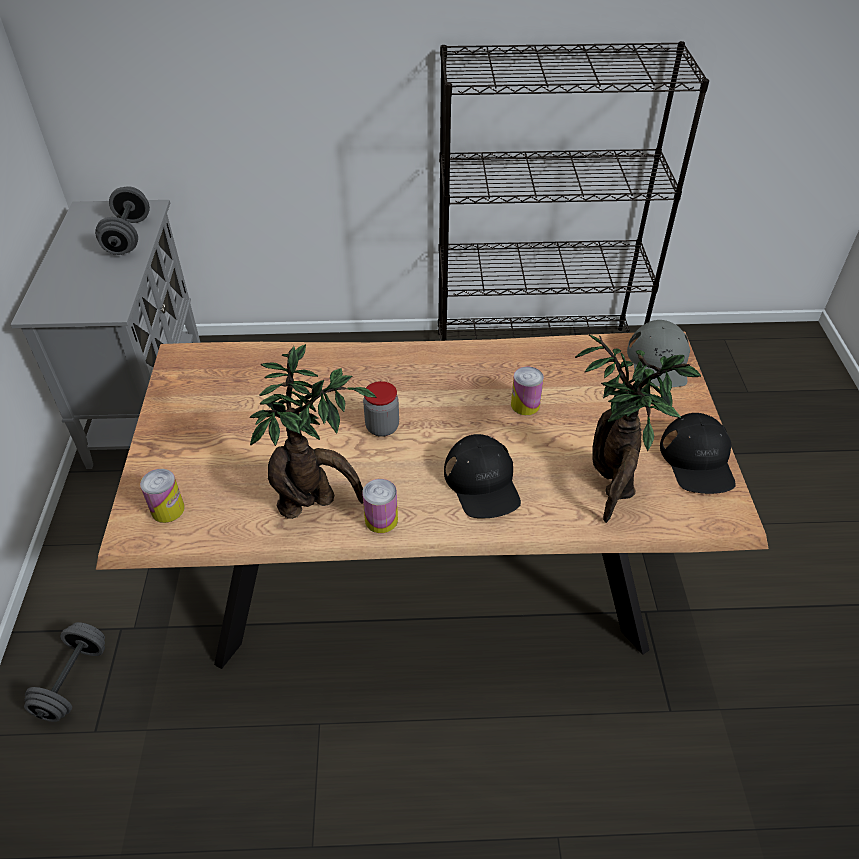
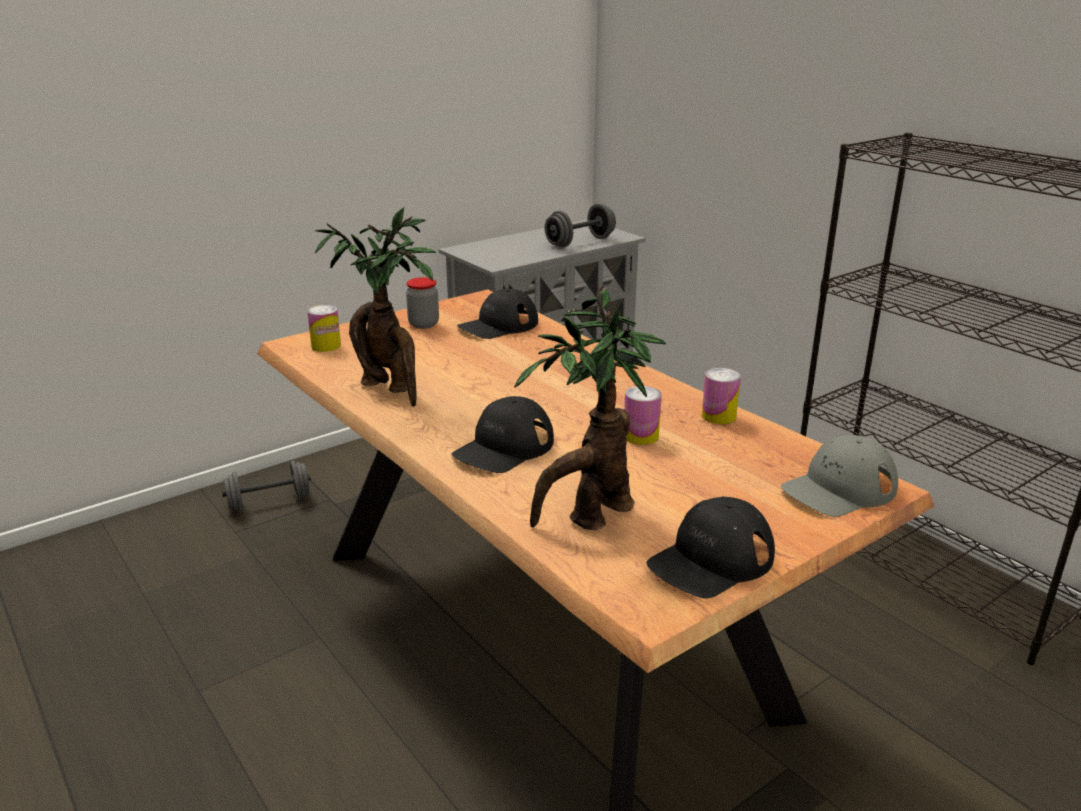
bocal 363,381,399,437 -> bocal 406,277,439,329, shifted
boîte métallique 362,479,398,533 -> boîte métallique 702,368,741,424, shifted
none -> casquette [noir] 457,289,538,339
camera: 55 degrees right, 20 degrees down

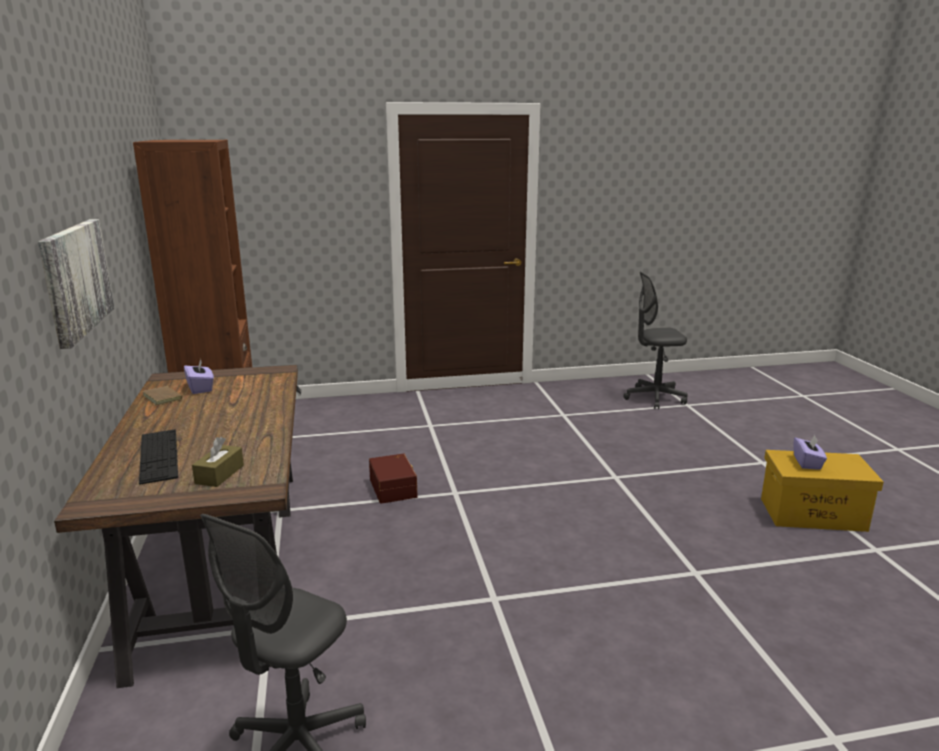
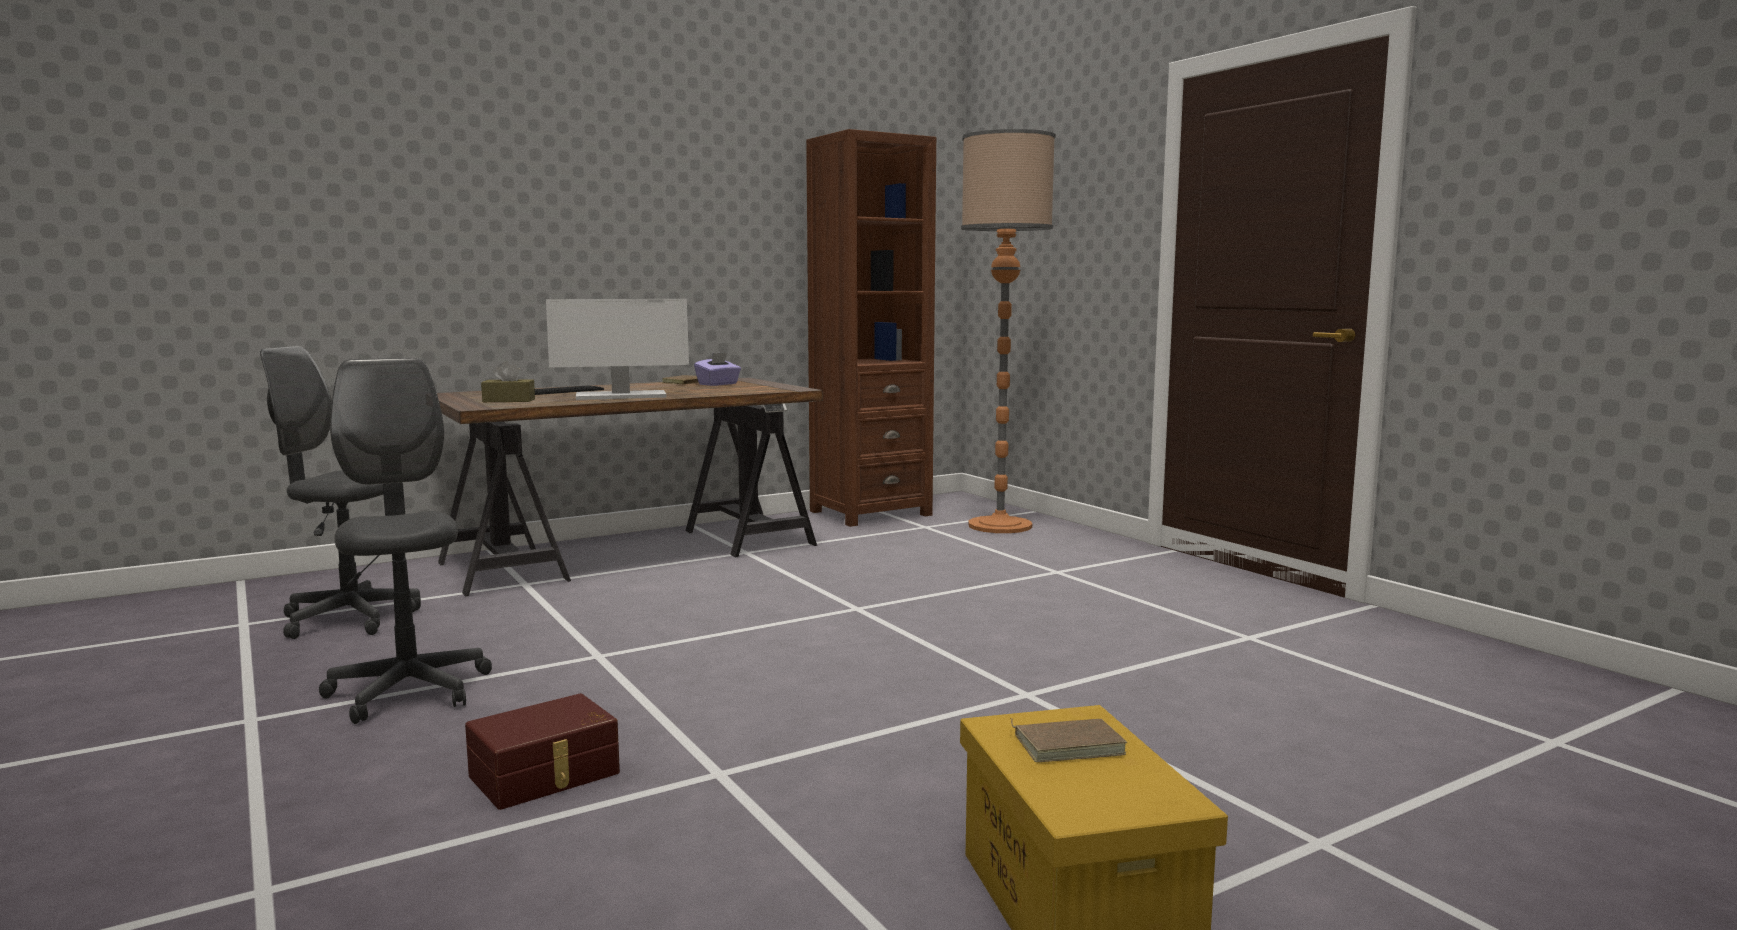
tableau 38,219,115,349 -> none
chaise de bureau [gris] 623,271,688,409 -> chaise de bureau [gris] 319,358,492,724, shifted
boîte à mouchoirs [violet] 793,435,827,470 -> livre [marron] 1010,718,1127,762
boîte de rangement [marron] 369,453,417,504 -> boîte de rangement [marron] 465,693,620,810, shifted
none -> lampadaire 961,129,1056,533
none -> écran d'ordinateur 546,299,689,400
camera: 70 degrees right, 10 degrees down

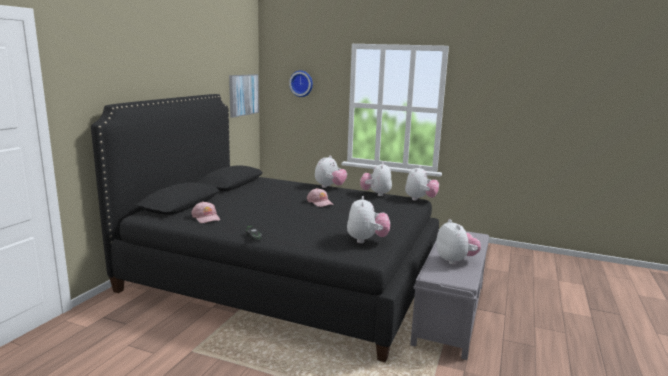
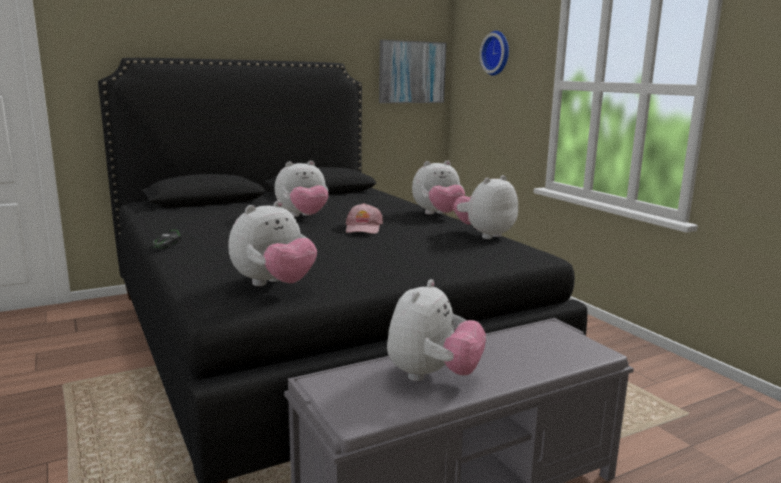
peluche 405,166,439,201 -> peluche 275,160,329,217, shifted
casquette [rose] 191,201,220,223 -> none
camera: 40 degrees right, 0 degrees up

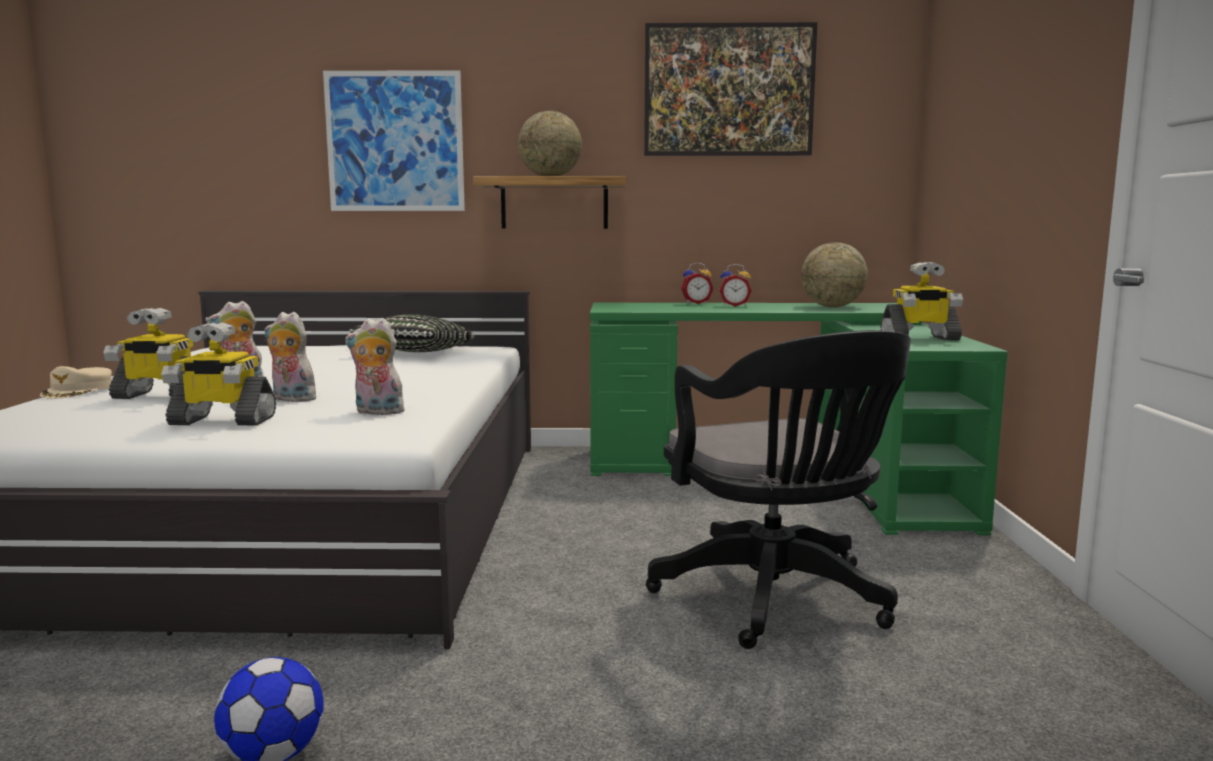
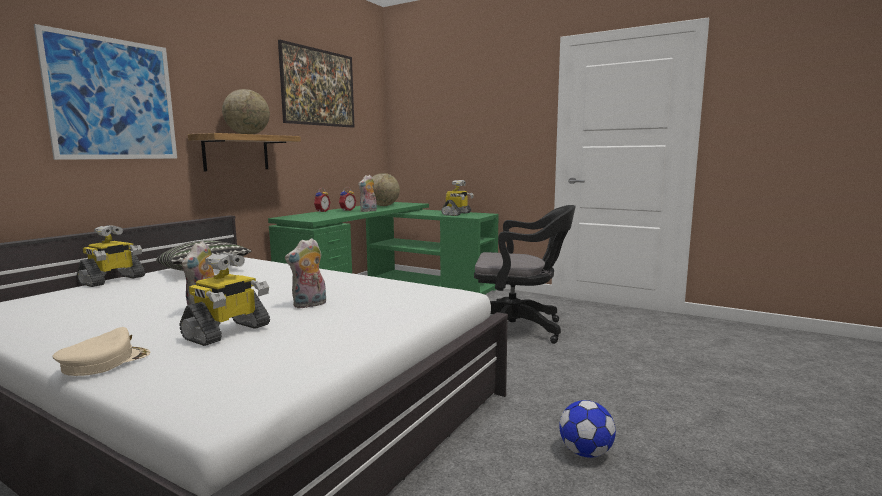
peluche 345,318,405,415 -> peluche 358,175,377,212, shifted
robot jouet 161,323,276,426 -> robot jouet 77,225,145,287, shifted
casquette [beige] 40,366,112,399 -> casquette [beige] 52,327,151,376, 90 degrees counterclockwise
camera: 60 degrees left, 0 degrees up

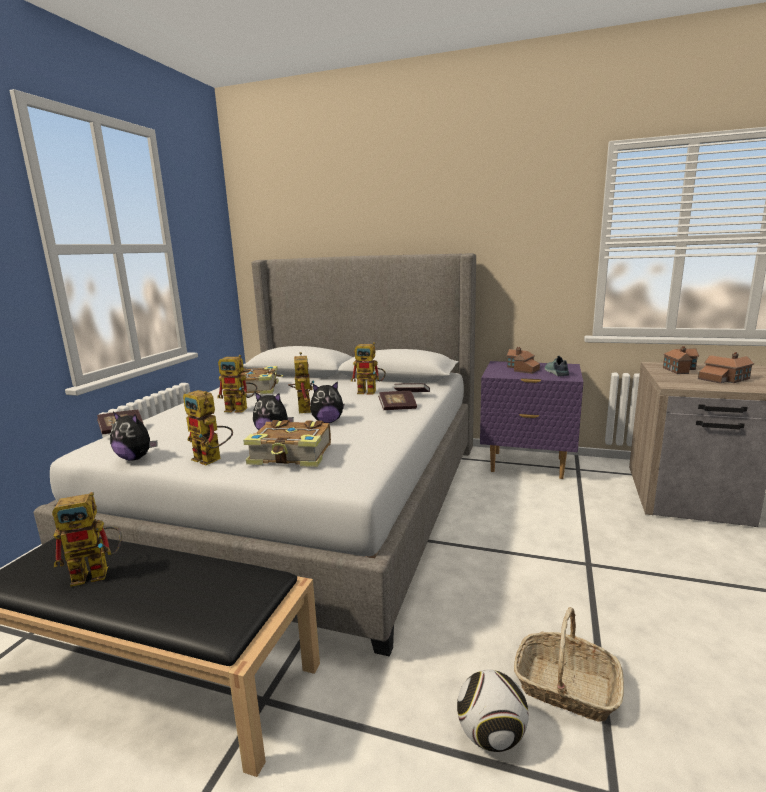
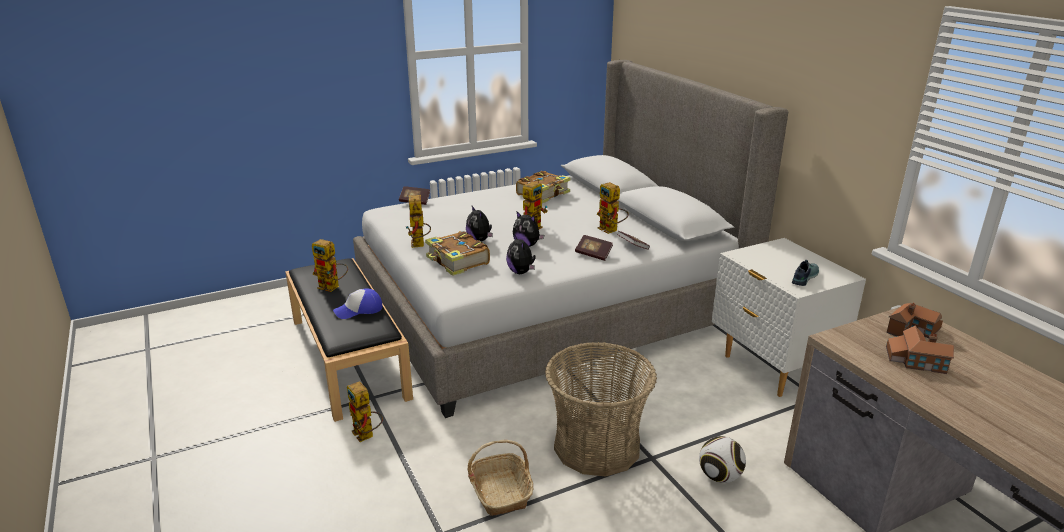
maison miniature 507,347,540,374 -> none
robot jouet 217,355,257,413 -> robot jouet 347,381,383,442, shifted
table de chevet [violet] 480,361,583,479 -> table de chevet [blanc] 712,238,866,397
peluche 110,412,158,461 -> peluche 506,234,536,274, shifted
ballon de foot 457,670,529,752 -> ballon de foot 699,436,746,483, shifted
none -> casquette 333,288,382,319
none -> panier 545,342,657,477
camera: 45 degrees right, 10 degrees up

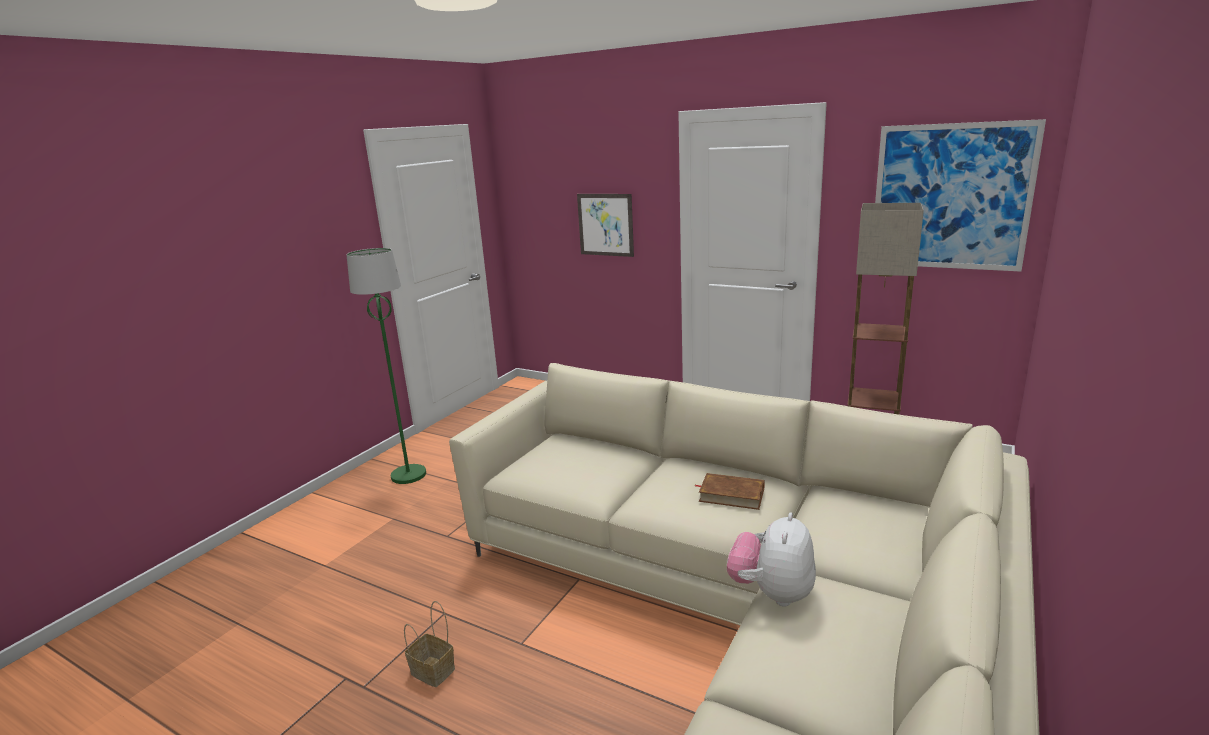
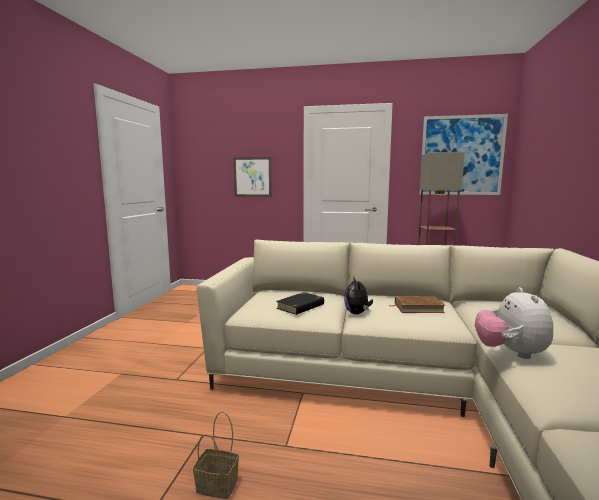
lampadaire [vert] 346,248,426,484 -> none
none -> peluche 344,276,373,314
none -> livre [noir] 276,292,324,315
camera: 20 degrees left, 10 degrees down

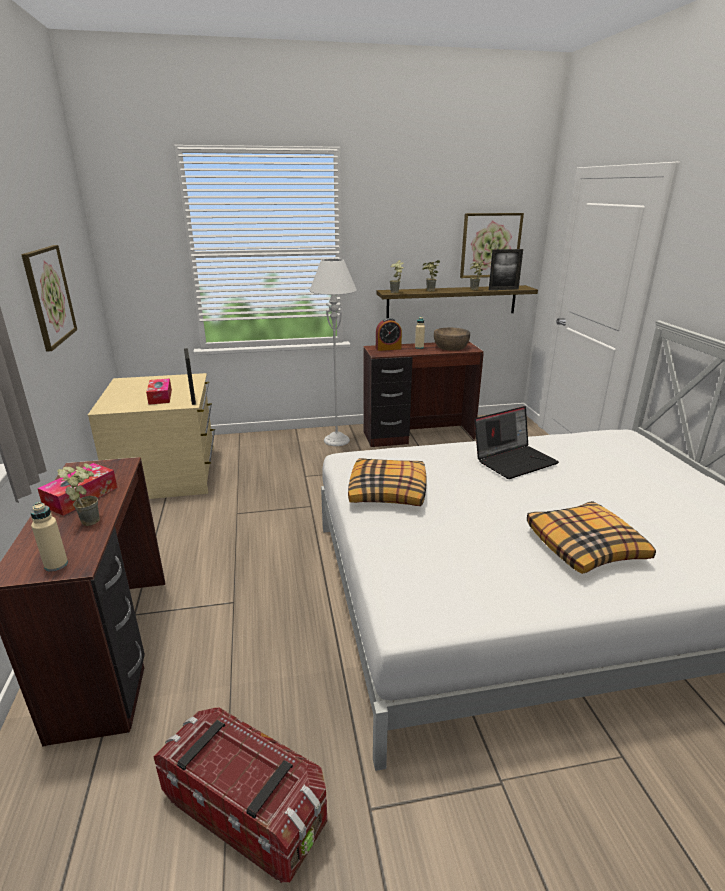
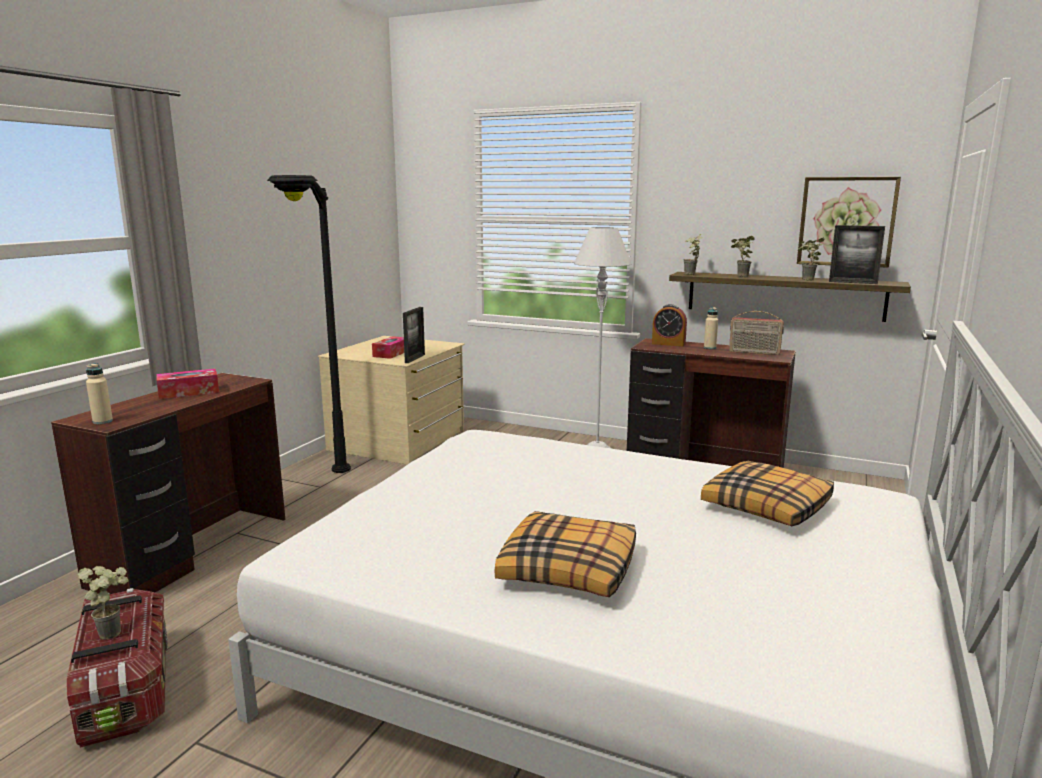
tableau 21,245,77,352 -> none
bol [marron] 434,328,470,351 -> radio 729,311,784,355
ordinateur portable 474,406,559,479 -> none
coussin 348,458,426,506 -> coussin 701,461,834,526, shifted
plante en pot 57,463,100,526 -> plante en pot 78,566,129,640, shifted
none -> lampadaire [noir] 267,175,351,473
camera: 35 degrees right, 10 degrees down

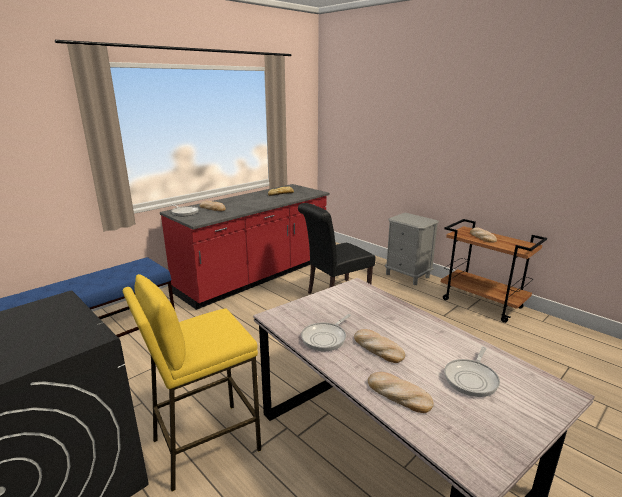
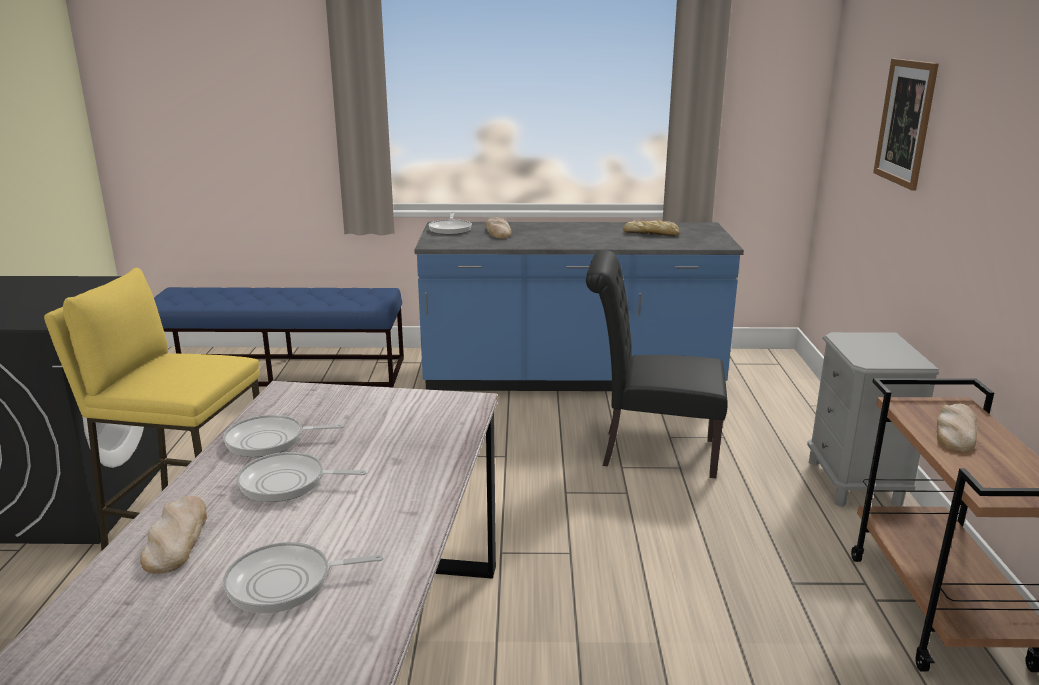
comptoir de cuisine [rouge] 160,184,329,310 -> comptoir de cuisine [bleu] 414,222,744,391
pain 354,329,405,363 -> poêle 237,452,367,502
none -> tableau 873,59,939,191
camera: 45 degrees right, 0 degrees up

